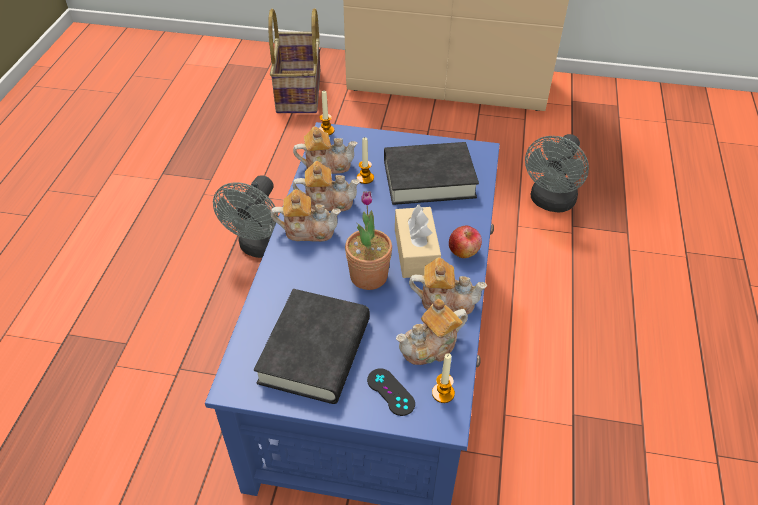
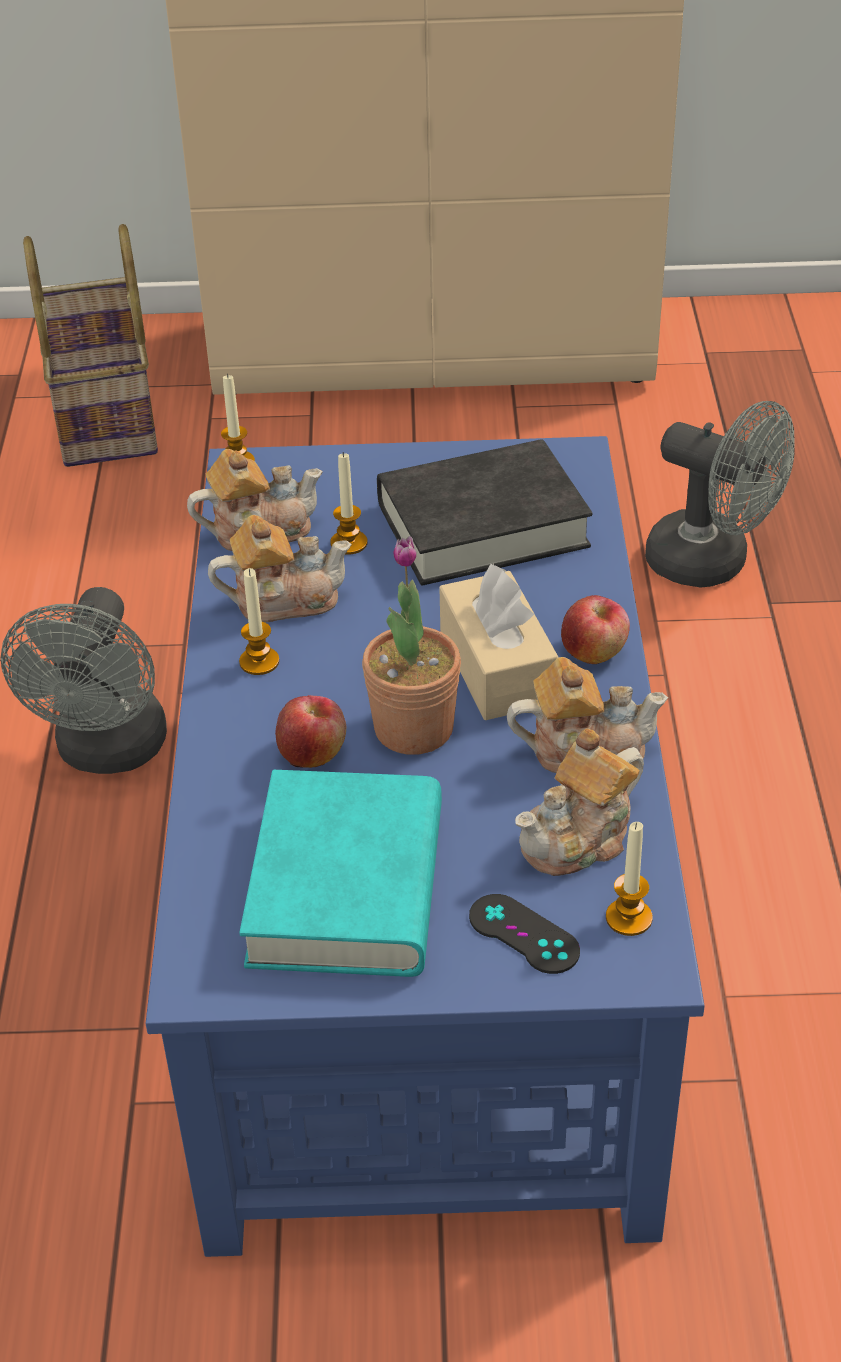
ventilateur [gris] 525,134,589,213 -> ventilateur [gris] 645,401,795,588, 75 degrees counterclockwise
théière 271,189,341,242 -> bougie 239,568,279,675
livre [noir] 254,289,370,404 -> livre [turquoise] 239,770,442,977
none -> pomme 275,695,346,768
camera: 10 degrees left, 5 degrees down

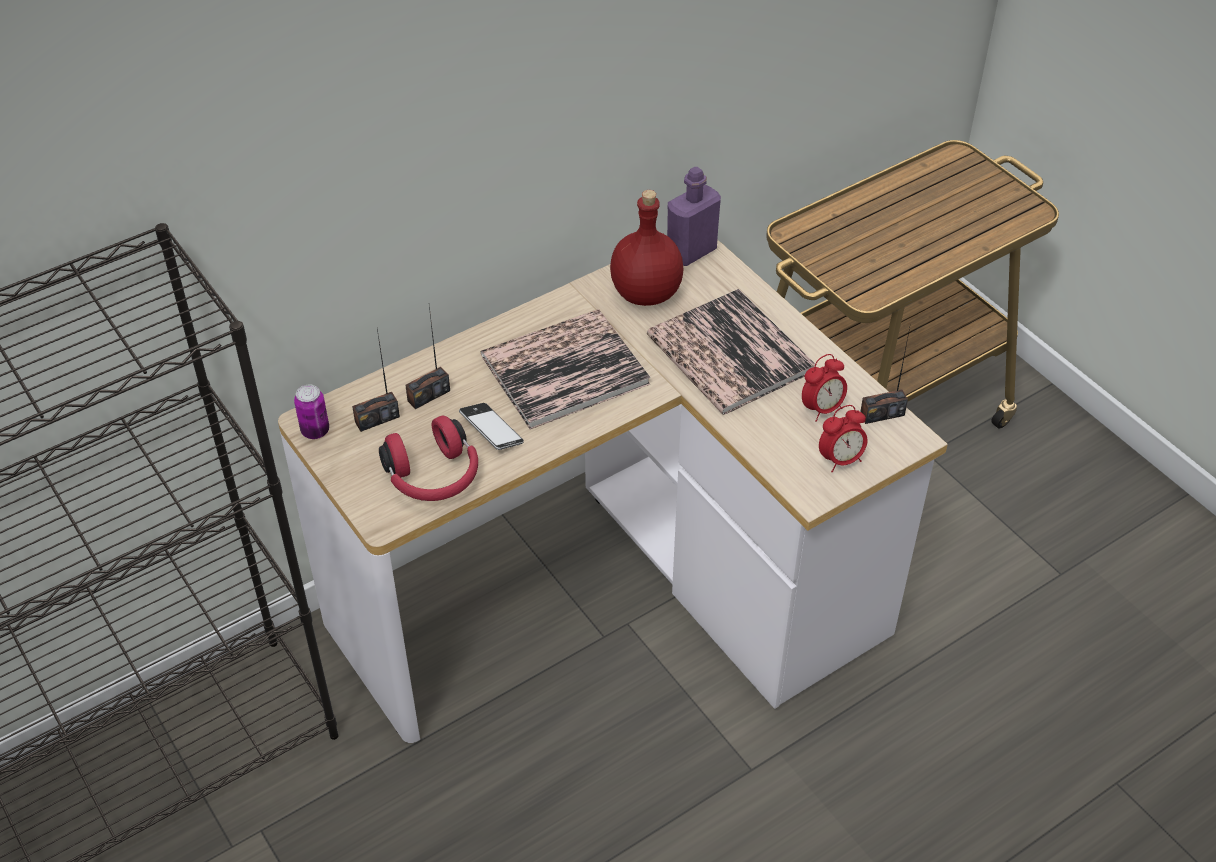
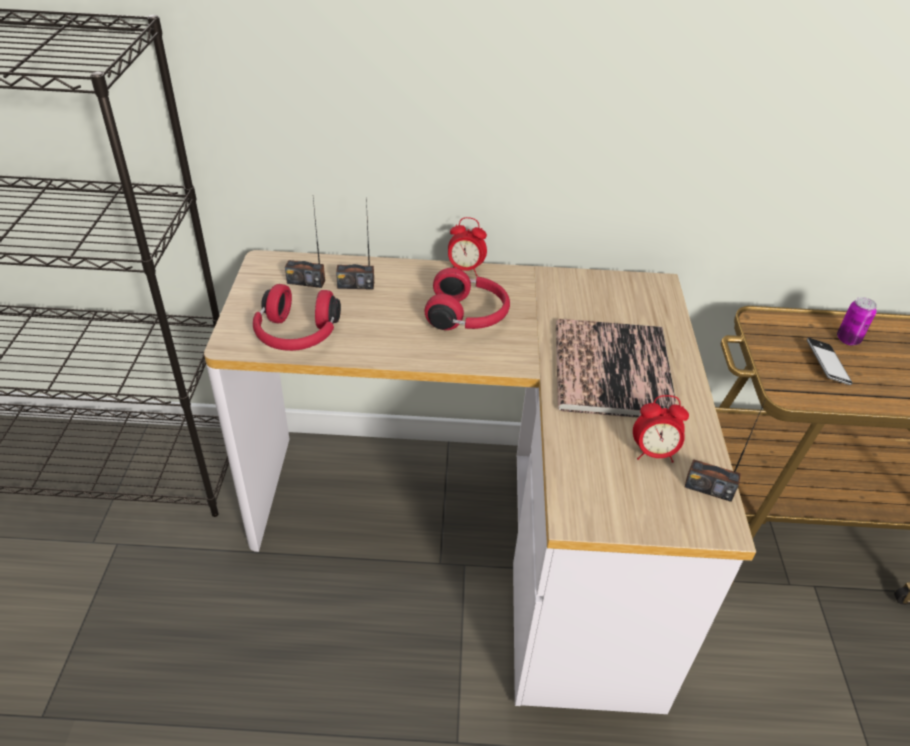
bouteille [violet] 667,167,721,266 -> none
bouteille [rouge] 610,190,684,306 -> none
livre 481,309,651,429 -> casque audio [rouge] 424,268,510,330
boîte métallique 294,385,329,439 -> boîte métallique 837,297,877,345, shifted
téléphone 459,403,524,450 -> téléphone 807,338,853,385, shifted
réveil 819,405,868,473 -> réveil 448,217,487,276, shifted
camera: 35 degrees right, 5 degrees down

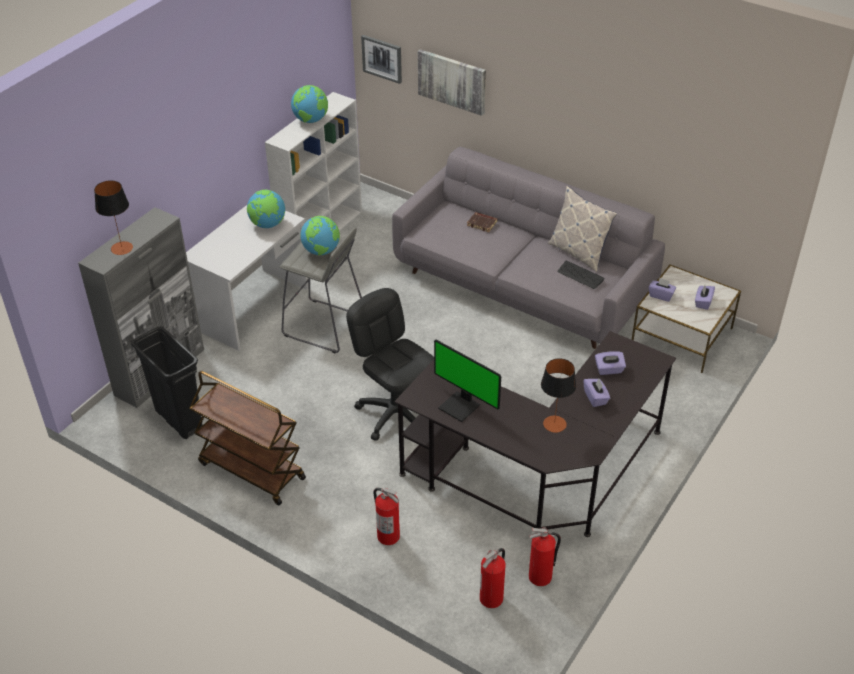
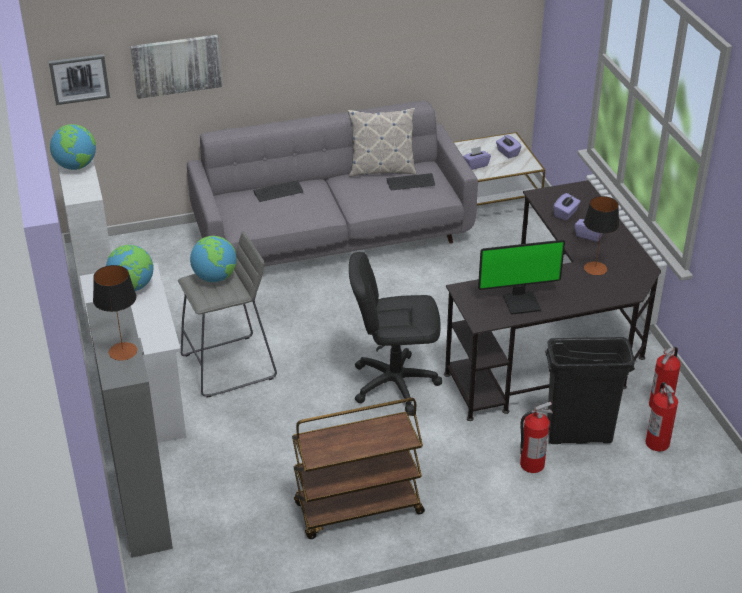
livre [marron] 467,212,498,232 -> clavier 253,180,303,202
poubelle [noir] 131,327,203,439 -> poubelle [noir] 545,337,635,444, shifted
camera: 50 degrees left, 5 degrees down

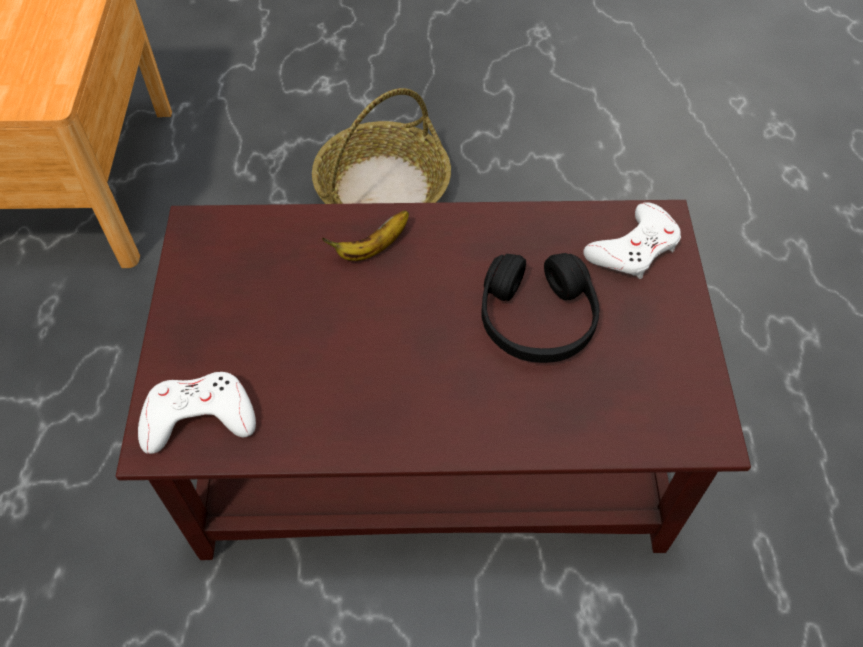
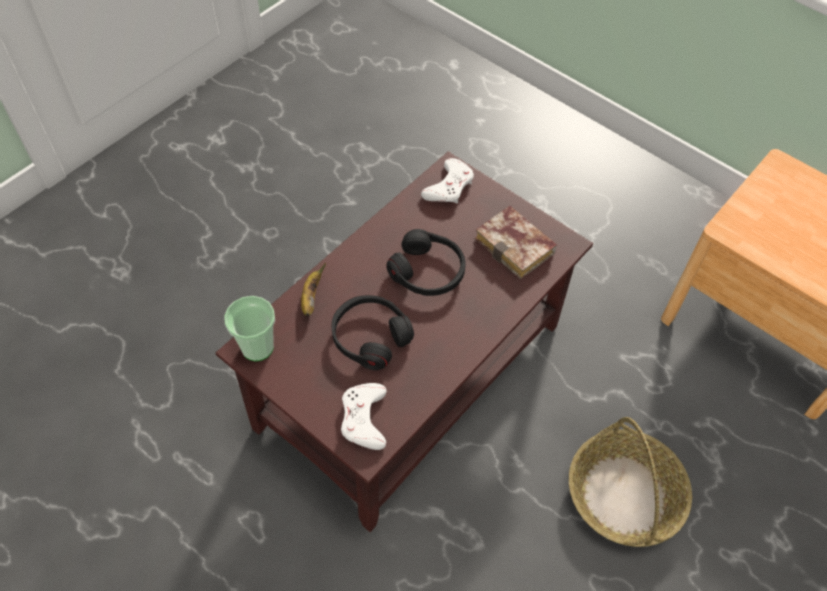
banane 322,210,409,261 -> banane 301,263,326,316, shifted
none -> livre 475,206,557,279
none -> casque audio [noir] 386,229,466,296
none -> tasse 224,296,275,362
camera: 130 degrees right, 0 degrees up

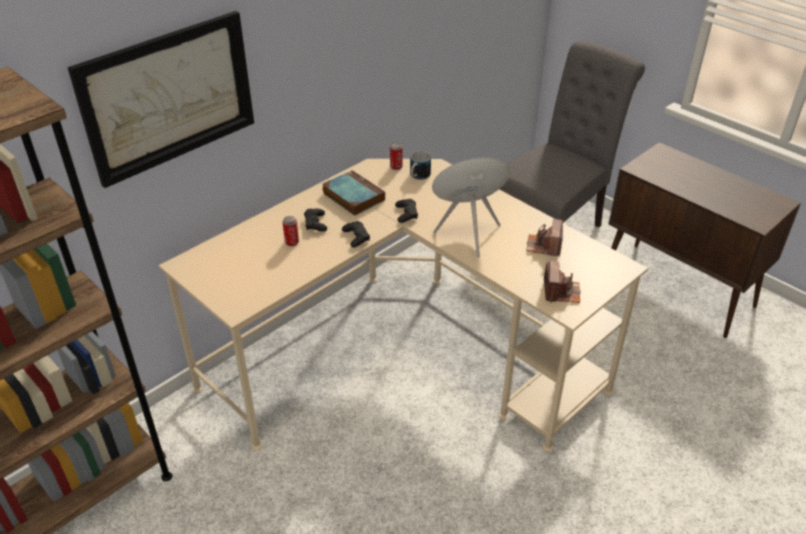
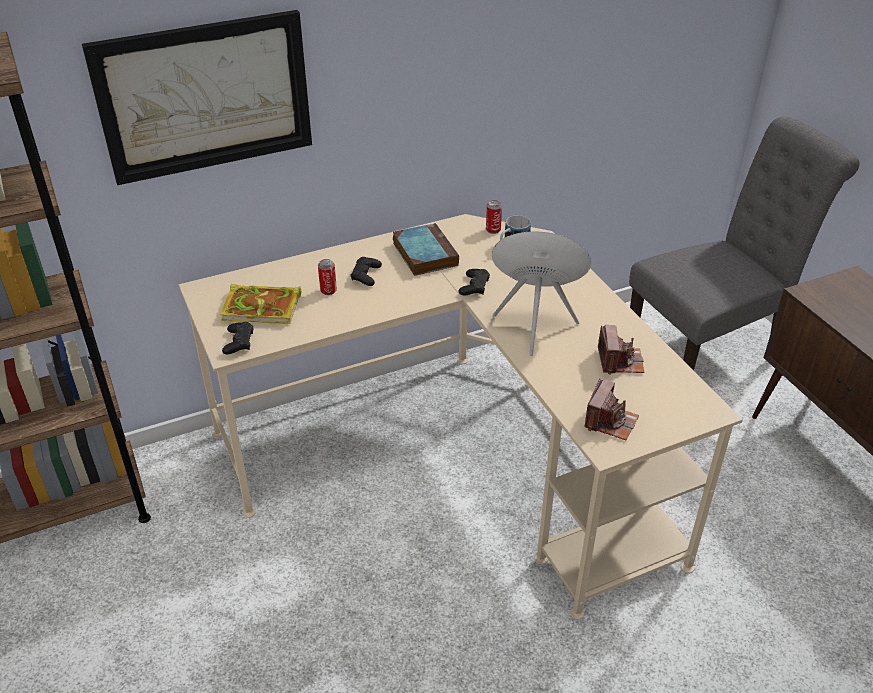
appareil photo 526,219,563,256 -> appareil photo 598,325,644,375, 150 degrees clockwise
manette [noir] 342,221,370,248 -> manette [noir] 222,322,253,354, shifted
none -> livre 220,284,301,324
camera: 20 degrees right, 0 degrees up

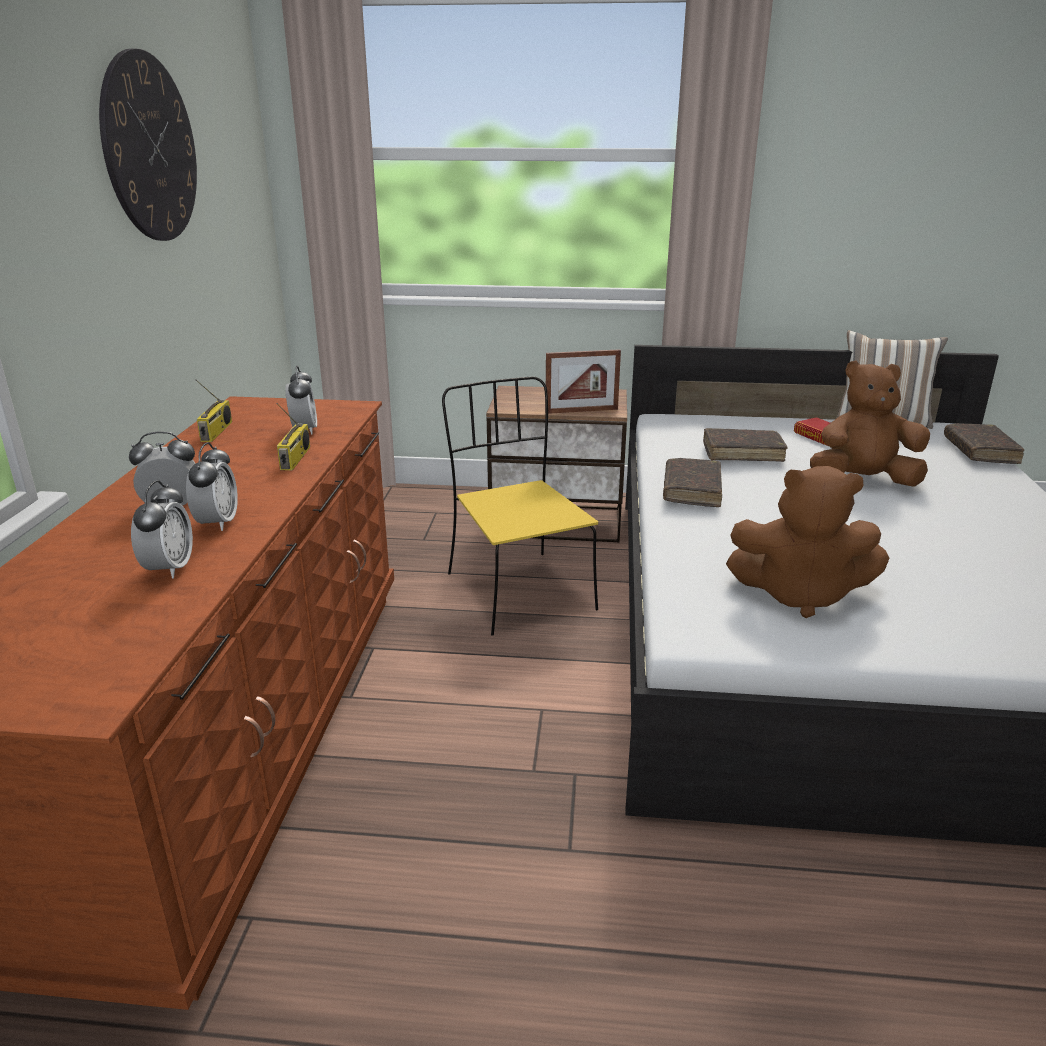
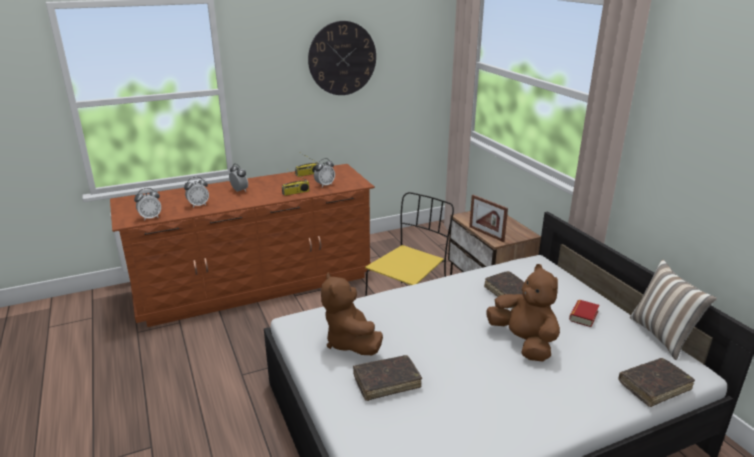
réveil 186,442,238,531 -> réveil 134,188,161,221, shifted
livre [marron] 663,458,722,507 -> livre [marron] 353,355,422,401, shifted
camera: 60 degrees right, 0 degrees up

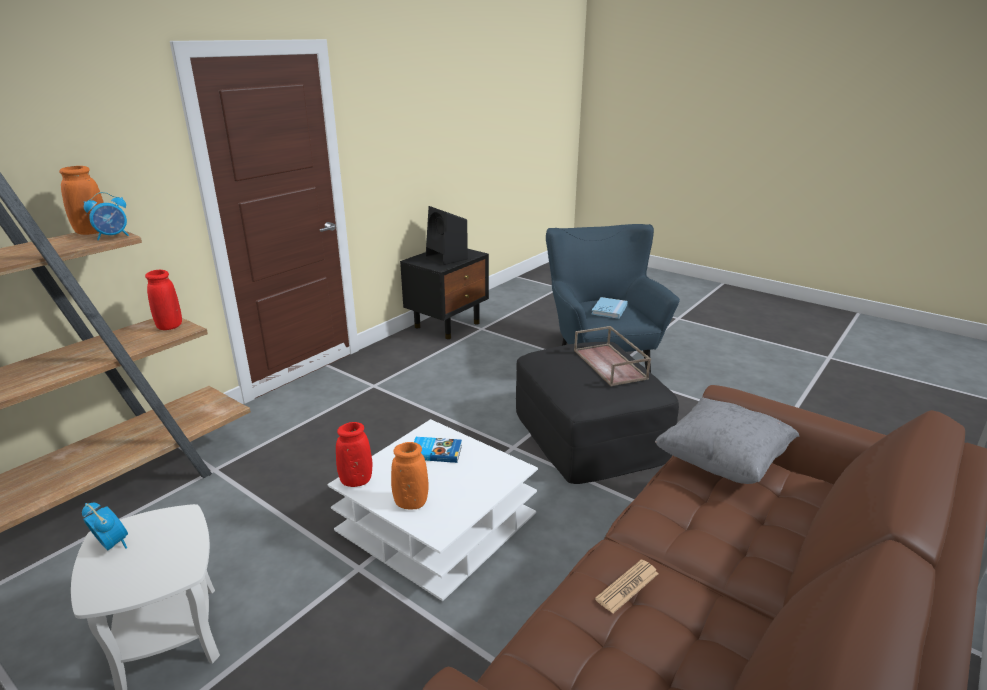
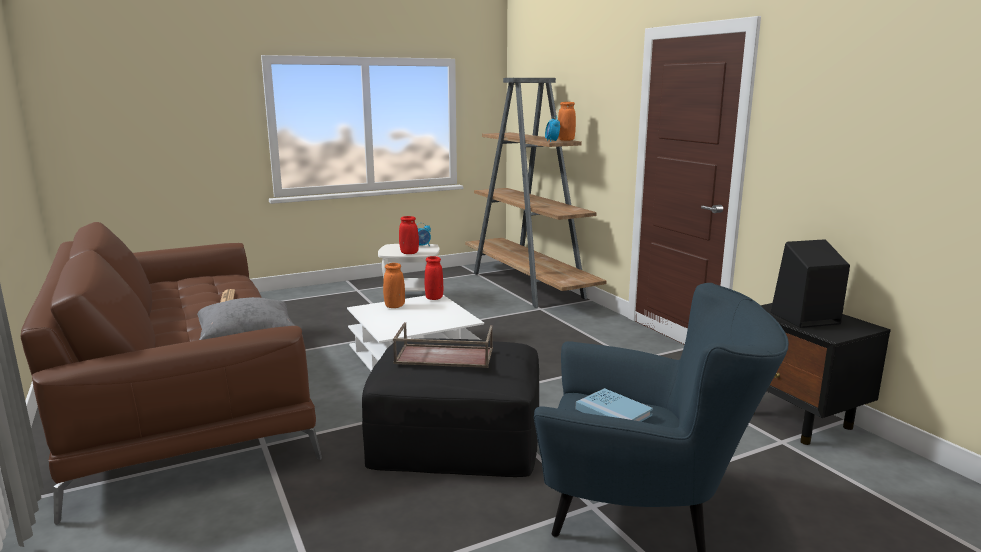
vase [rouge] 145,270,182,330 -> vase [rouge] 399,216,419,254, shifted
livre 414,437,462,463 -> none
camera: 115 degrees right, 10 degrees down

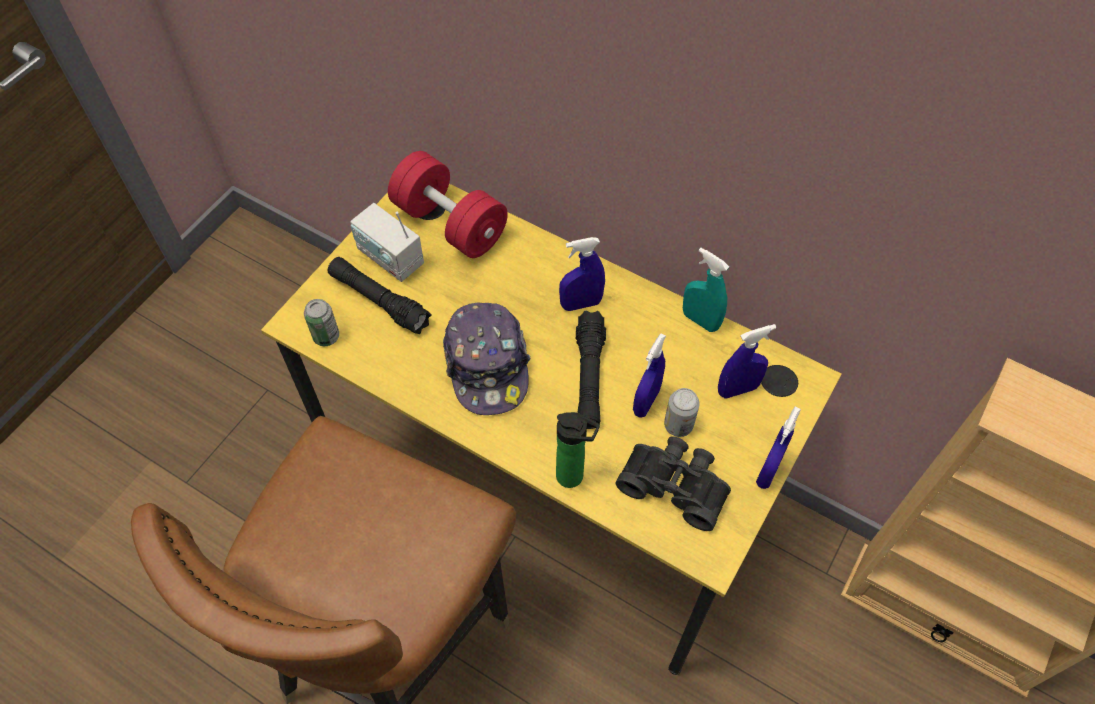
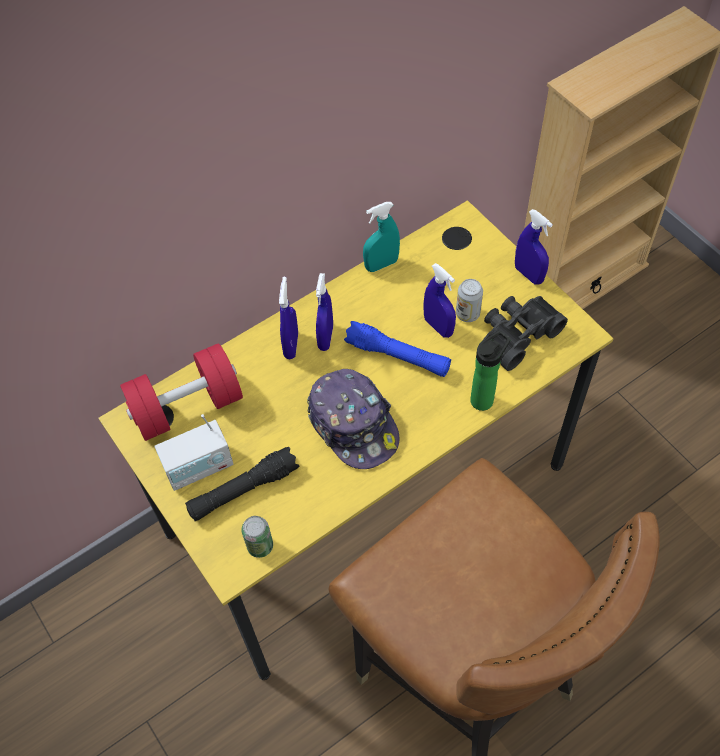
casquette 443,303,530,415 -> casquette 307,369,399,469, 45 degrees clockwise
lampe de poche [noir] 576,311,606,429 -> lampe de poche [bleu] 344,321,451,377
vaporisateur [bleu] 718,324,776,399 -> vaporisateur [bleu] 279,277,298,359, shifted
camera: 65 degrees left, 0 degrees up

